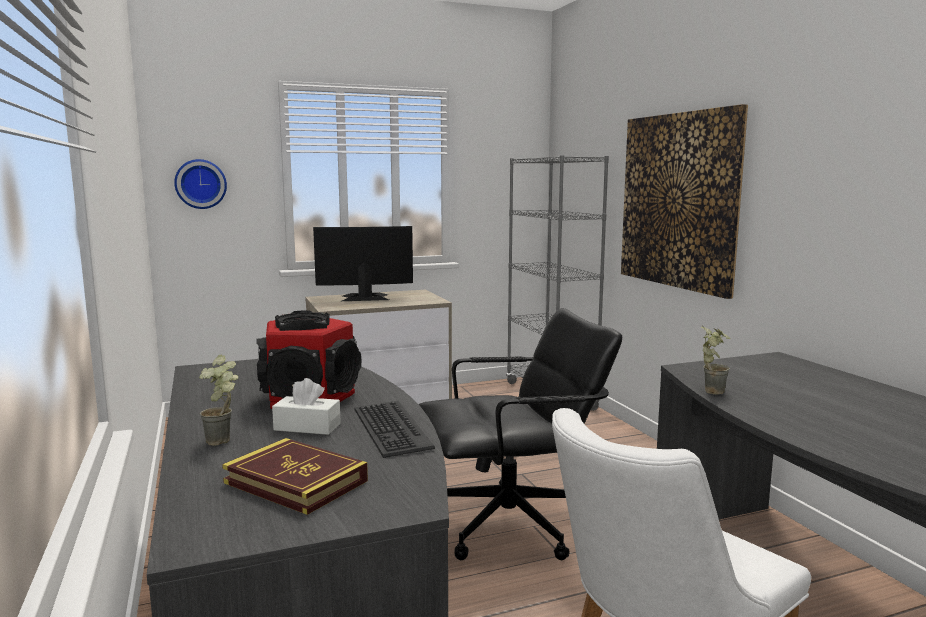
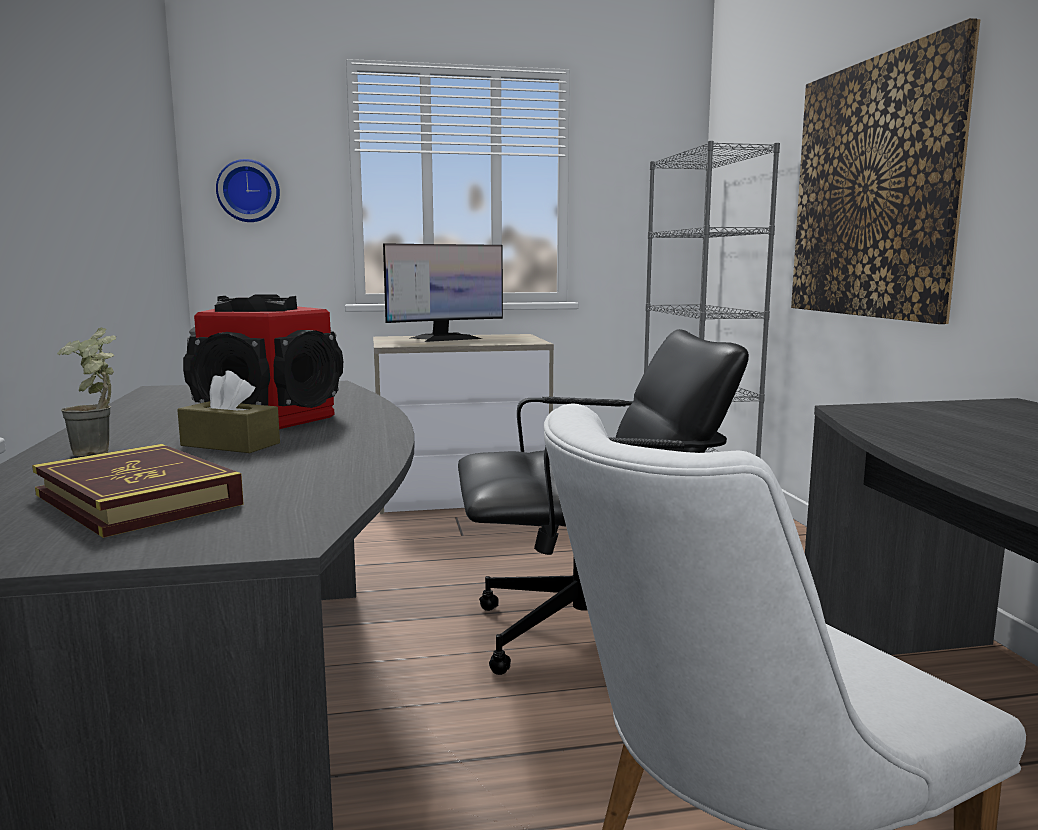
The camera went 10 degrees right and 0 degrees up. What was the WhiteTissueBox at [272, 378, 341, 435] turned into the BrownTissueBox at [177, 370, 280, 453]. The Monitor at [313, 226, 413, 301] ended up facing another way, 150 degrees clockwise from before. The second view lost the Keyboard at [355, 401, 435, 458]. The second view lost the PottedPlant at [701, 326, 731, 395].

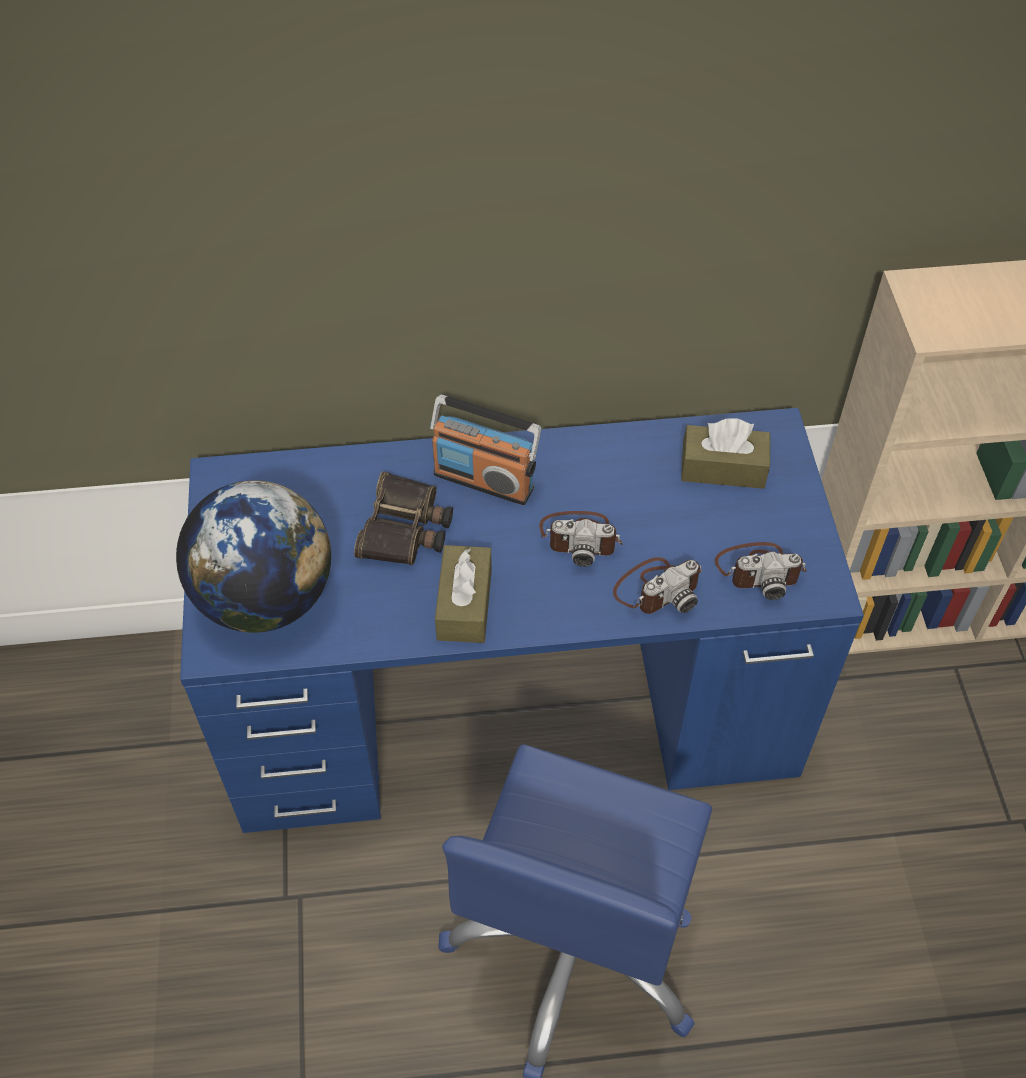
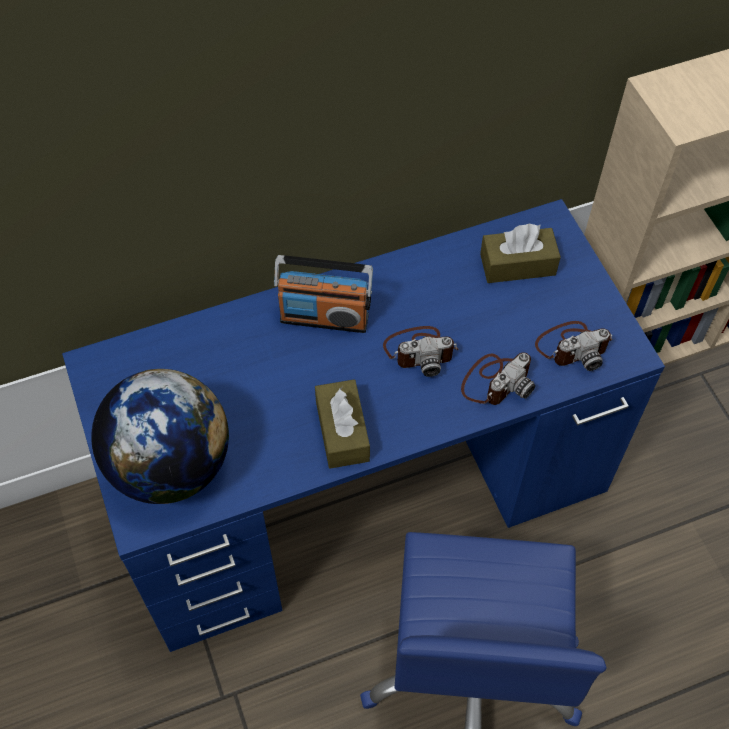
The camera went 15 degrees left and 5 degrees up. The second view lost the Binoculars at [354, 471, 453, 565].

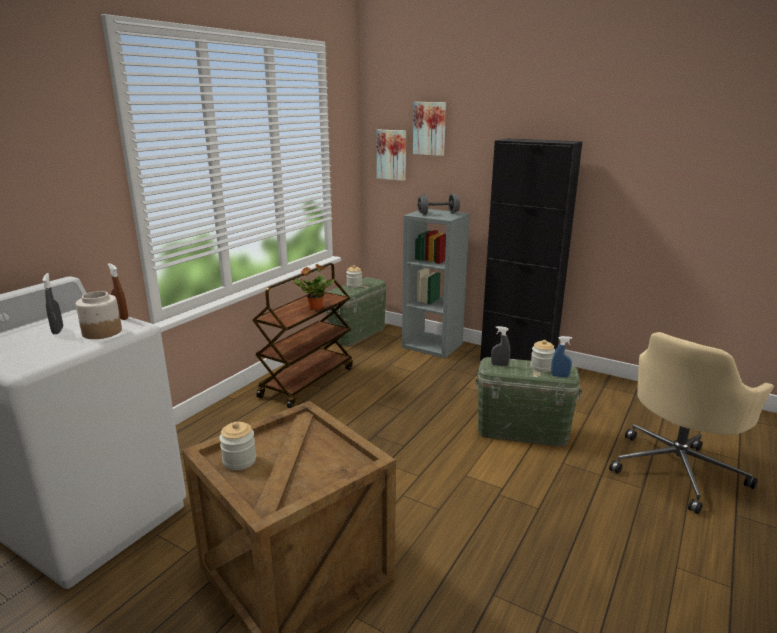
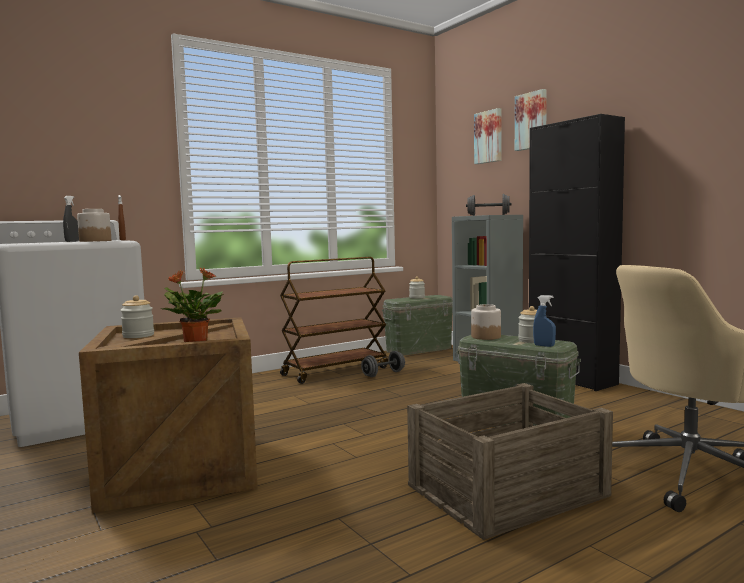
The camera went 25 degrees right and 15 degrees down. The PottedPlant ended up elsewhere, having gone from [293, 264, 335, 310] to [161, 267, 224, 342]. The Picture ended up elsewhere, having gone from [377, 130, 406, 181] to [515, 89, 547, 151]. Where the GreySprayBottle stood at [491, 326, 510, 366], the Jar came to stand at [471, 304, 501, 340]. The second view gained the GreyDumbbell at [361, 351, 405, 377]. The second view gained the Crate at [407, 383, 613, 540].

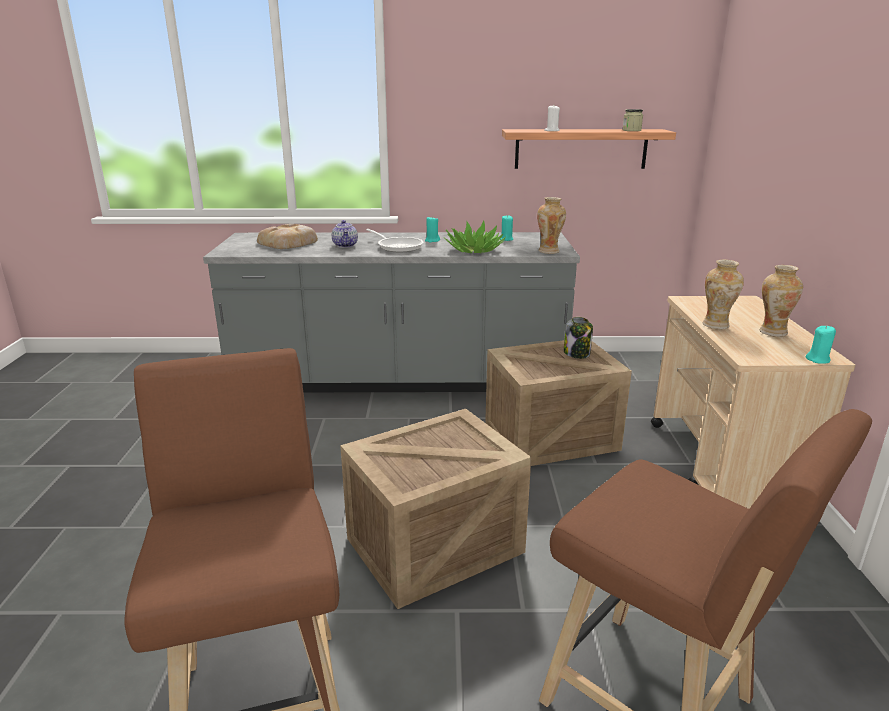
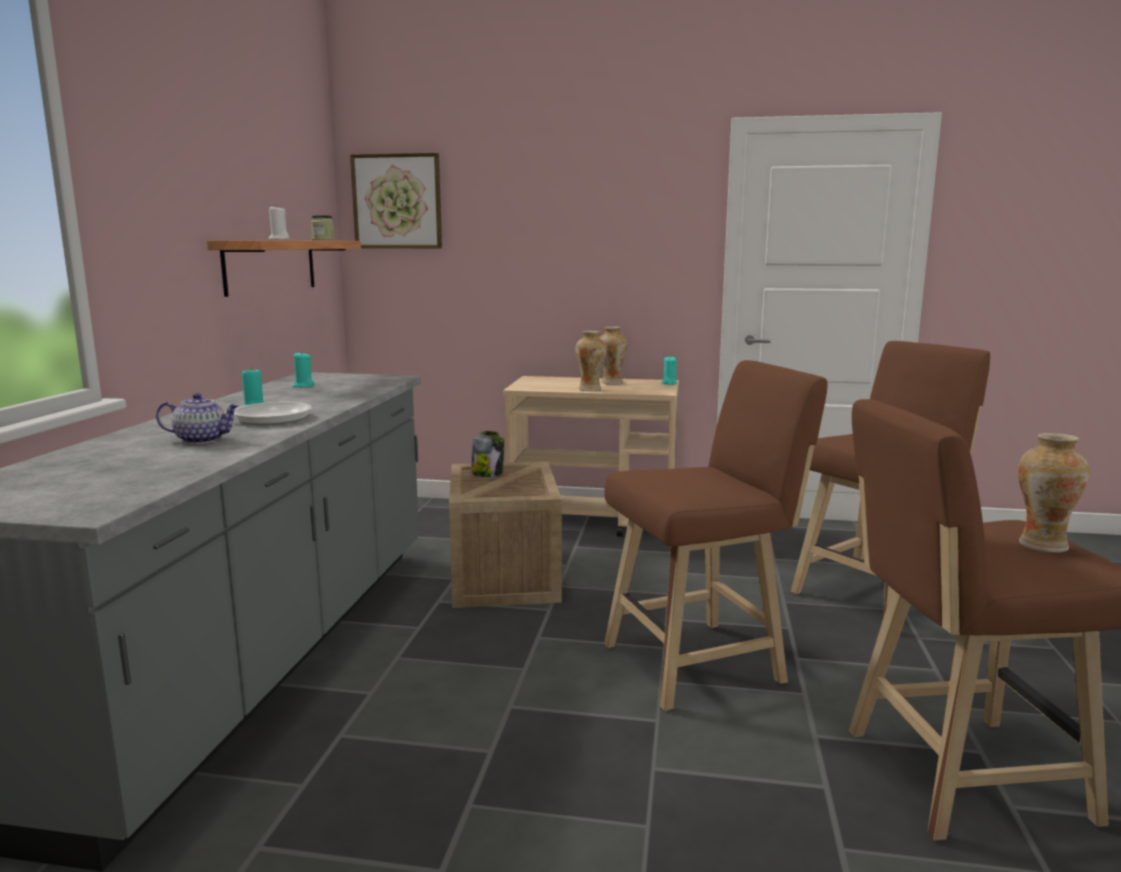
The camera went 80 degrees left and 10 degrees down. The second view lost the Bread at [257, 224, 318, 249]. Where the Crate stood at [340, 409, 531, 609], the BrownStool came to stand at [604, 360, 827, 711]. The second view lost the PottedPlant at [444, 220, 506, 253]. The Vase ended up elsewhere, having gone from [537, 197, 566, 254] to [1018, 433, 1090, 553]. The second view gained the Picture at [350, 153, 442, 248].

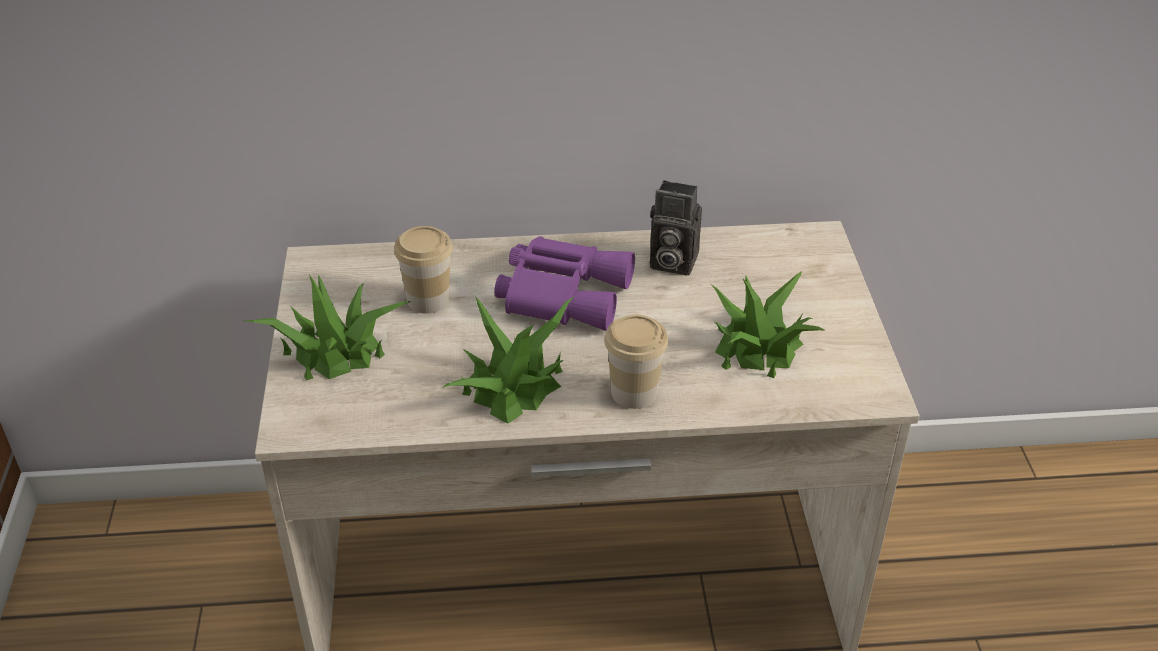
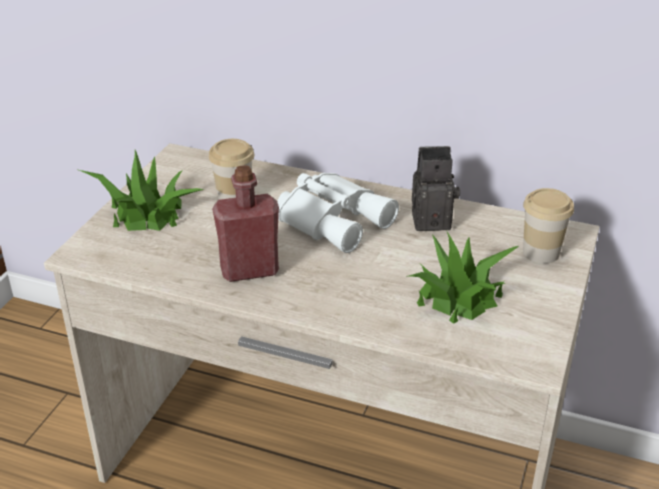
The camera went 25 degrees right and 5 degrees down. Where the PottedPlant stood at [442, 296, 574, 424], the RedBottle came to stand at [212, 165, 279, 282]. What was the PurpleBinoculars at [494, 236, 635, 331] turned into the WhiteBinoculars at [277, 173, 399, 253]. The Cup ended up elsewhere, having gone from [604, 315, 668, 409] to [523, 188, 574, 264]. The PhotoCamera at [650, 180, 702, 276] ended up facing another way, 135 degrees clockwise from before.

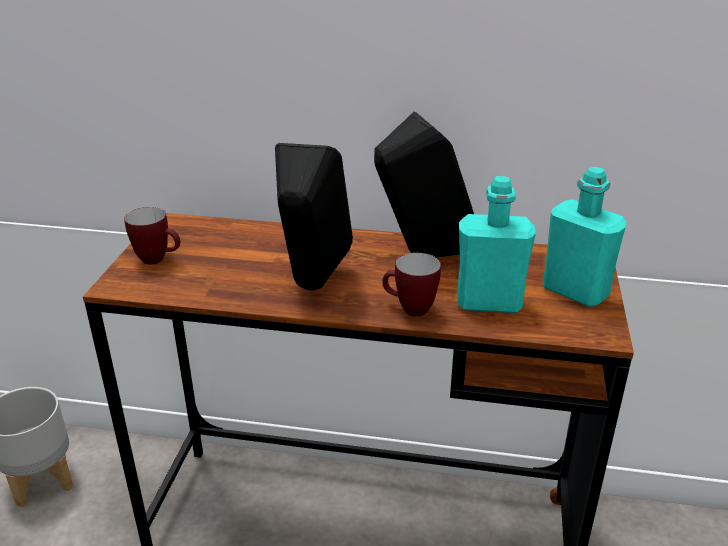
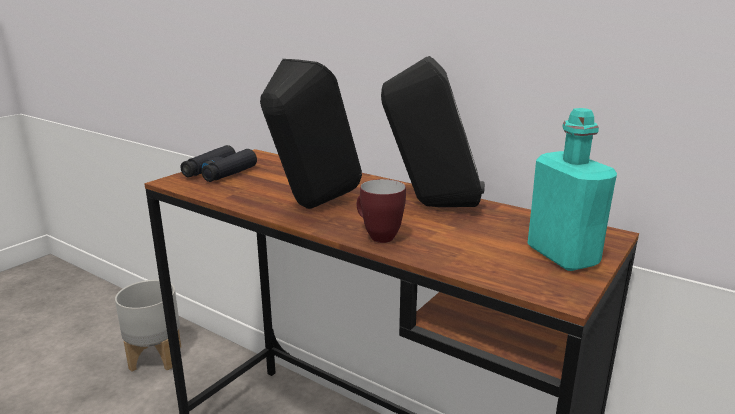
The camera went 25 degrees right and 10 degrees down. Where the Mug stood at [124, 207, 180, 265], the BlackBinoculars came to stand at [181, 145, 257, 182]. The second view lost the TurquoiseBottle at [457, 176, 536, 313].

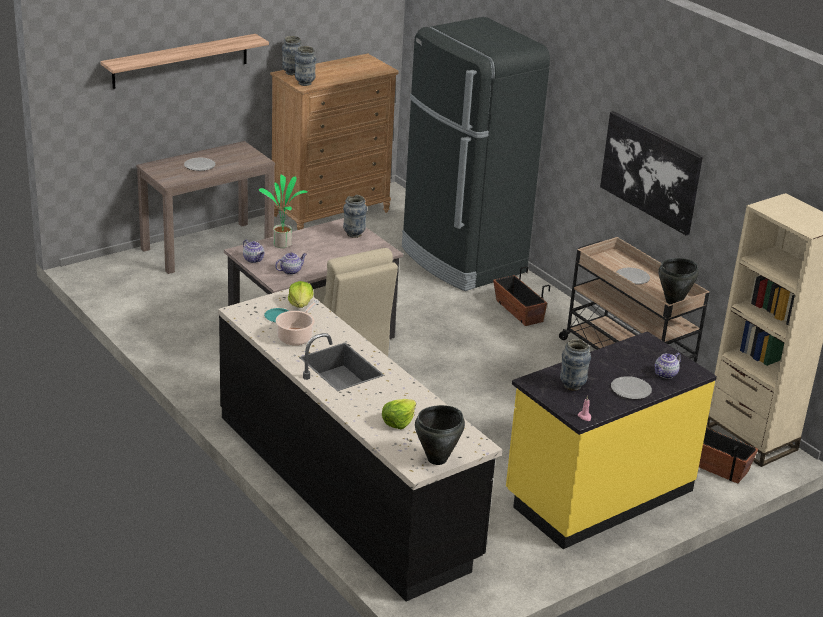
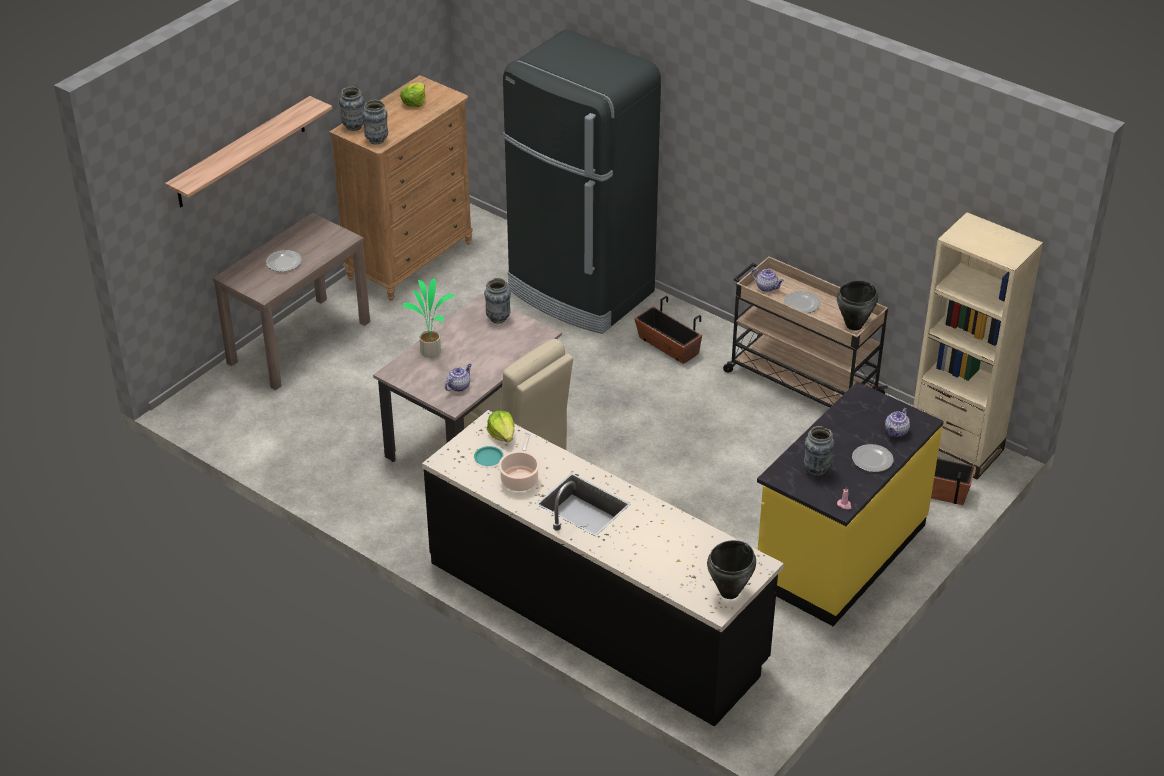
The camera went 15 degrees left and 10 degrees up. The Teapot ended up elsewhere, having gone from [243, 240, 264, 263] to [752, 269, 784, 292]. The Lettuce ended up elsewhere, having gone from [382, 399, 416, 429] to [400, 82, 426, 107]. The second view lost the Picture at [600, 111, 703, 235].

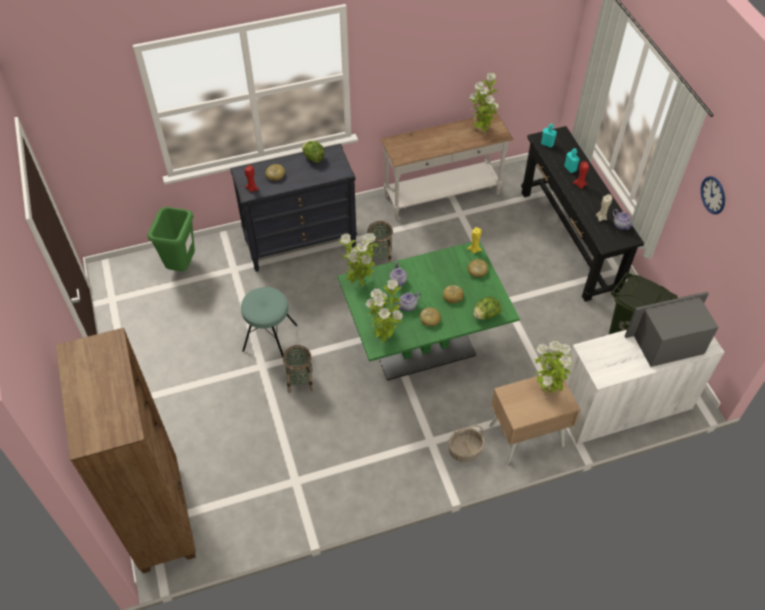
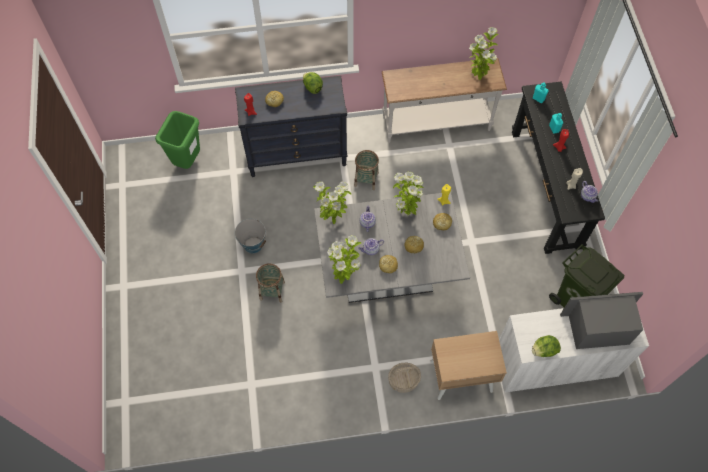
The camera went 10 degrees right and 10 degrees up. The second view lost the BrownBookcase at [56, 328, 196, 573]. Where the TurquoiseStool stood at [241, 287, 297, 358], the Bucket came to stand at [235, 219, 267, 253]. What was the GreenDiningTable at [337, 241, 520, 381] turned into the GreyDiningTable at [314, 192, 470, 303]. The Lettuce ended up elsewhere, having gone from [473, 297, 502, 319] to [532, 335, 561, 357]. The PottedPlant ended up elsewhere, having gone from [534, 341, 573, 394] to [393, 172, 423, 215]. The second view lost the WallClock at [701, 176, 725, 214].

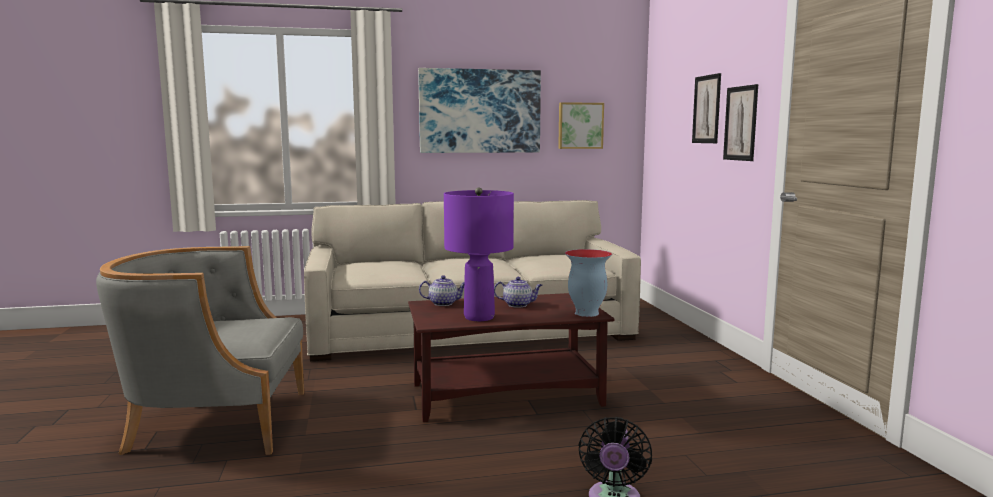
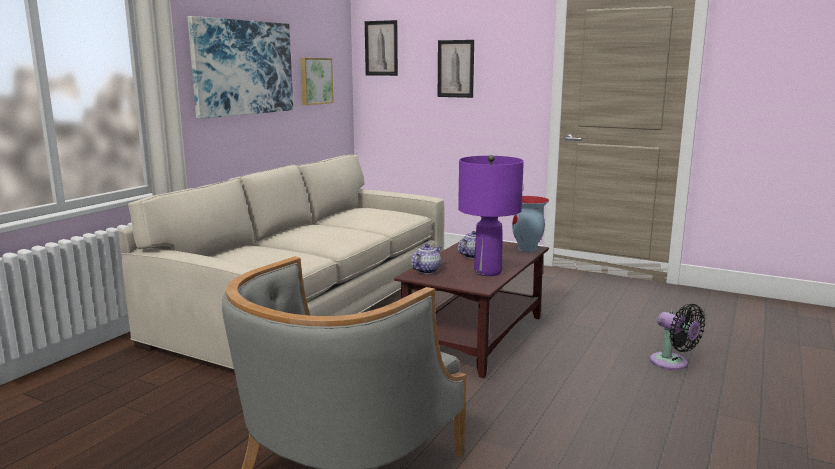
The camera went 50 degrees left and 5 degrees up. The Picture ended up elsewhere, having gone from [723, 84, 758, 161] to [365, 20, 398, 76].

